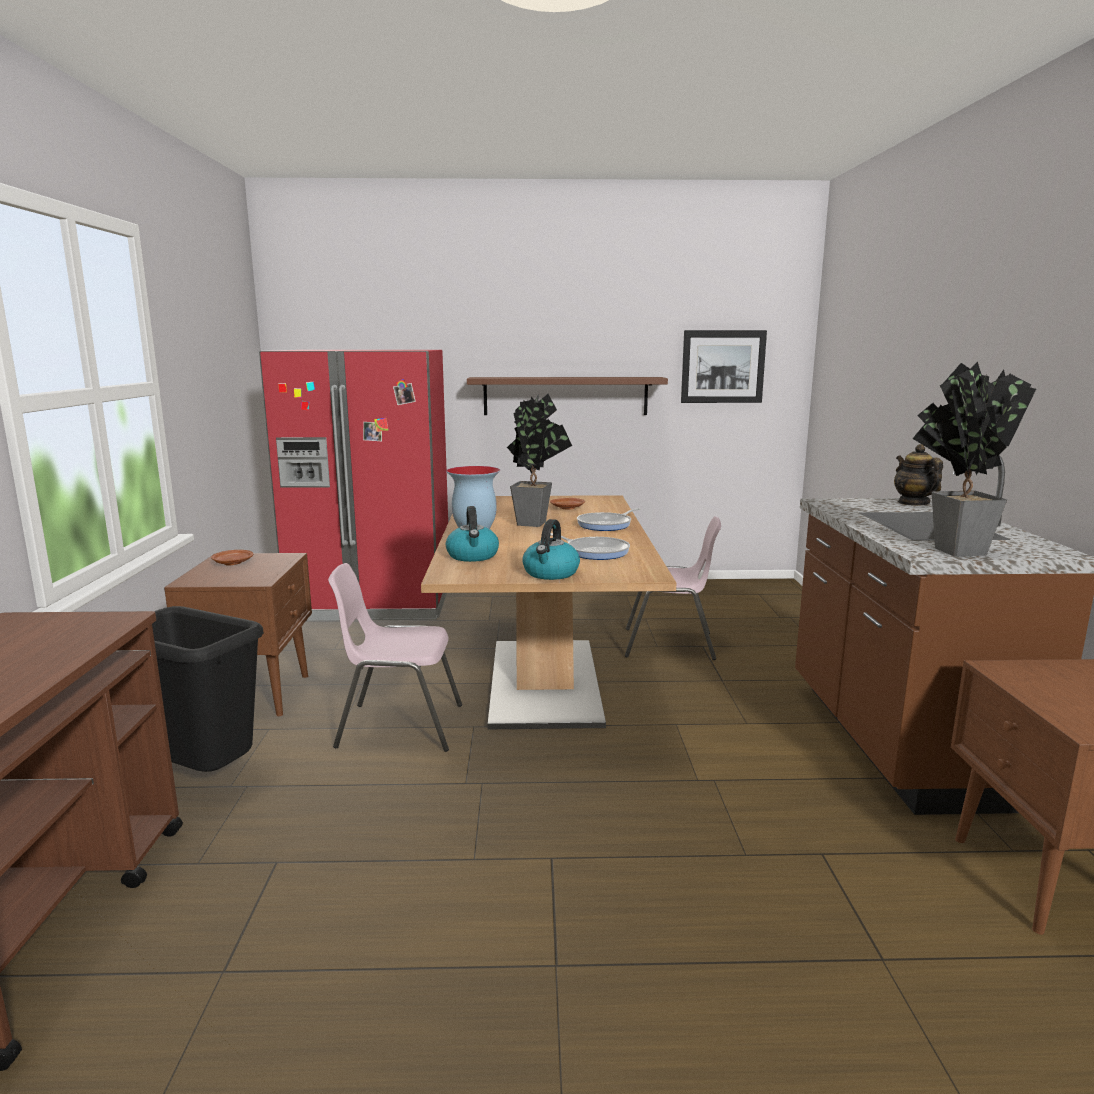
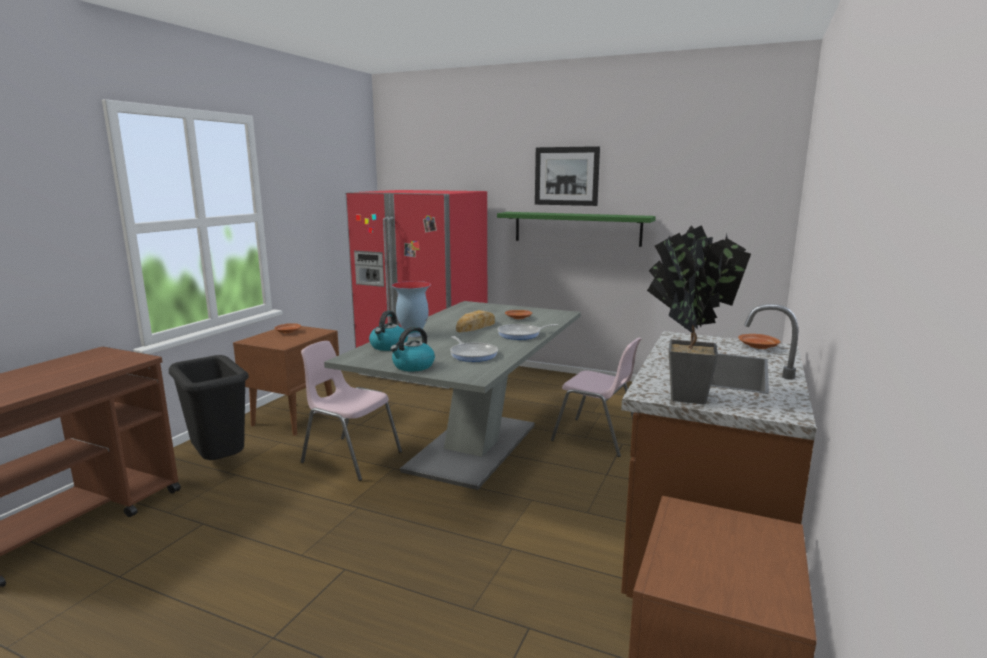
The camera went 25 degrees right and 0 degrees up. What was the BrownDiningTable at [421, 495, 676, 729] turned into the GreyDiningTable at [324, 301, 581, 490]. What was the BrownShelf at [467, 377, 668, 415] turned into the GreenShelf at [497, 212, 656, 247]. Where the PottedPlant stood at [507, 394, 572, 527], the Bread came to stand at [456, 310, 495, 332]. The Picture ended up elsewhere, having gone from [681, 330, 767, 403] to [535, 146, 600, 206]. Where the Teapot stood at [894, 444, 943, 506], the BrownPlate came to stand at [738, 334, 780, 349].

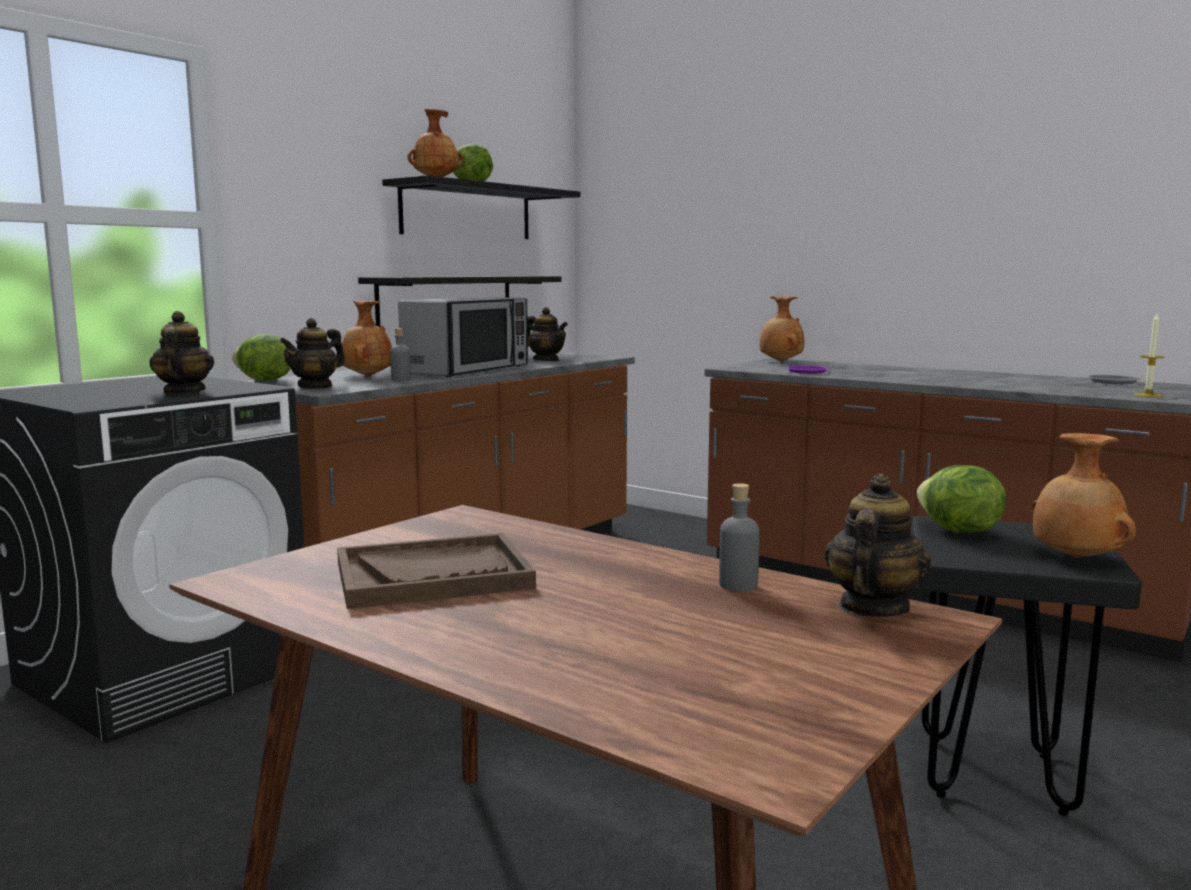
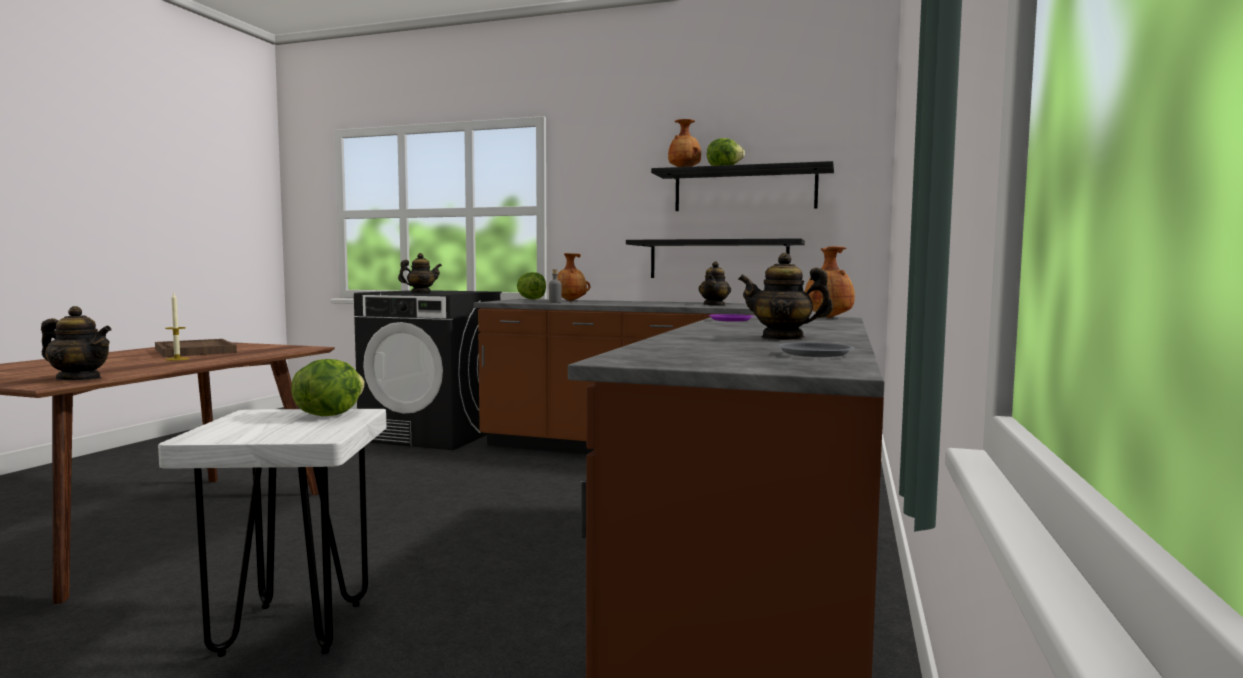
The camera went 70 degrees right and 5 degrees down. The Teapot ended up elsewhere, having gone from [280, 318, 345, 389] to [738, 253, 833, 340]. The second view lost the Microwave at [398, 297, 528, 377]. The second view lost the GreyBottle at [719, 483, 759, 591]. What was the BlackStool at [911, 516, 1142, 816] turned into the WhiteStool at [158, 409, 387, 657]. The second view lost the BrownVase at [1030, 433, 1136, 558]. The Candle ended up elsewhere, having gone from [1134, 314, 1165, 397] to [165, 293, 189, 361].

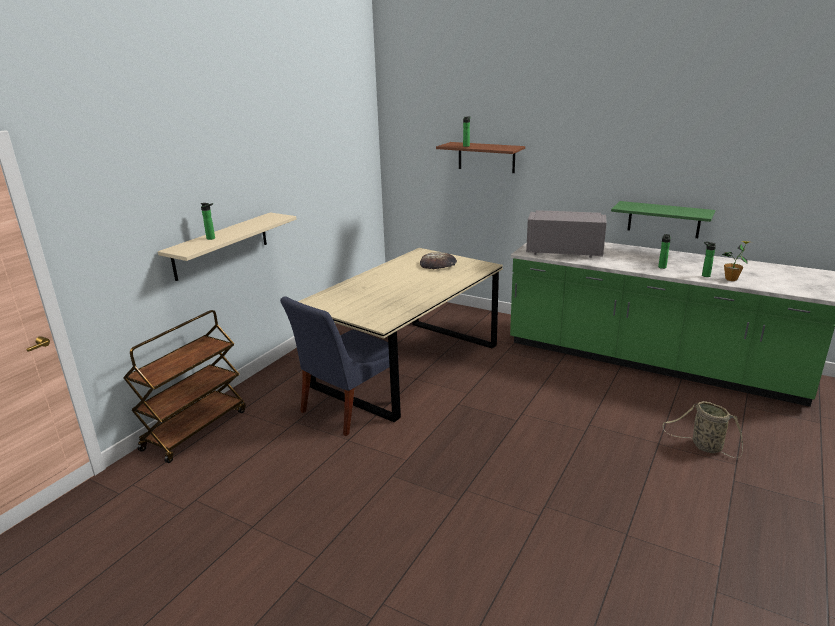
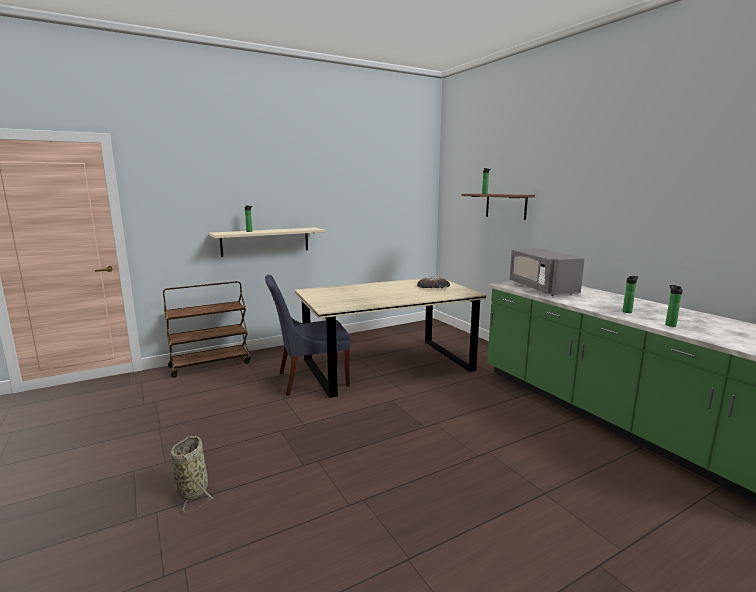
The camera went 30 degrees right and 10 degrees down. The GreyMicrowave at [526, 210, 607, 258] ended up facing another way, 150 degrees counterclockwise from before. The second view lost the GreenShelf at [611, 201, 715, 238]. The Basket ended up elsewhere, having gone from [663, 401, 743, 458] to [170, 436, 213, 513]. The second view lost the PottedPlant at [722, 241, 749, 281].

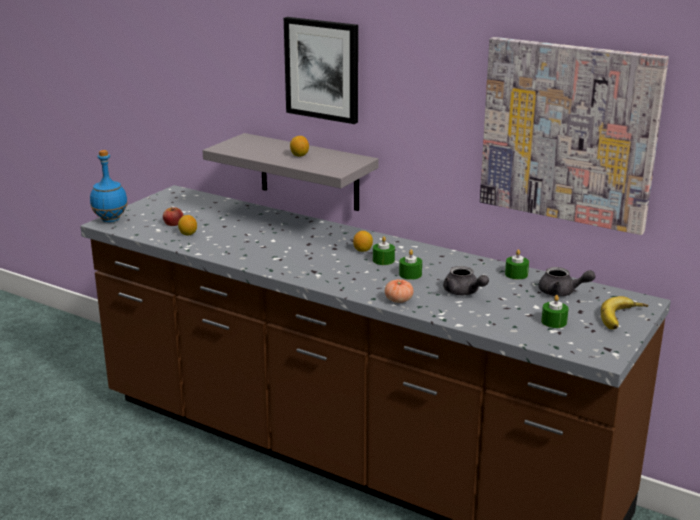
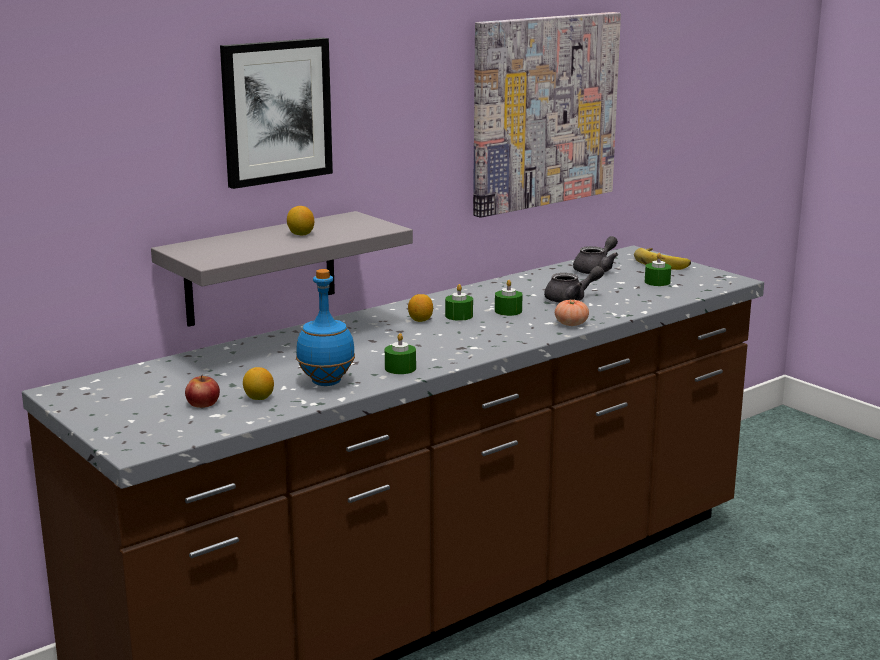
The camera went 70 degrees left and 5 degrees down. The BlueBottle ended up elsewhere, having gone from [90, 150, 128, 222] to [296, 269, 355, 386]. The GreenCandle ended up elsewhere, having gone from [505, 249, 529, 279] to [385, 333, 416, 374].

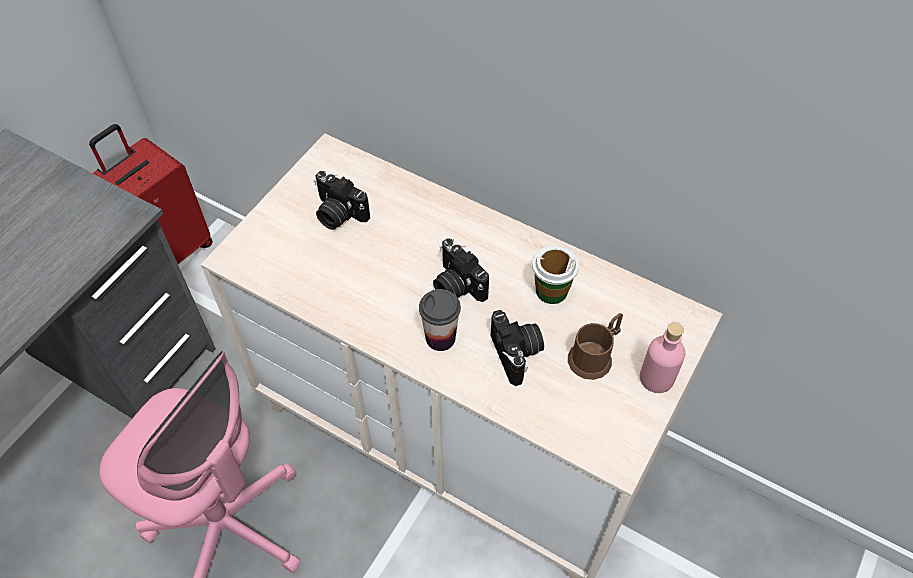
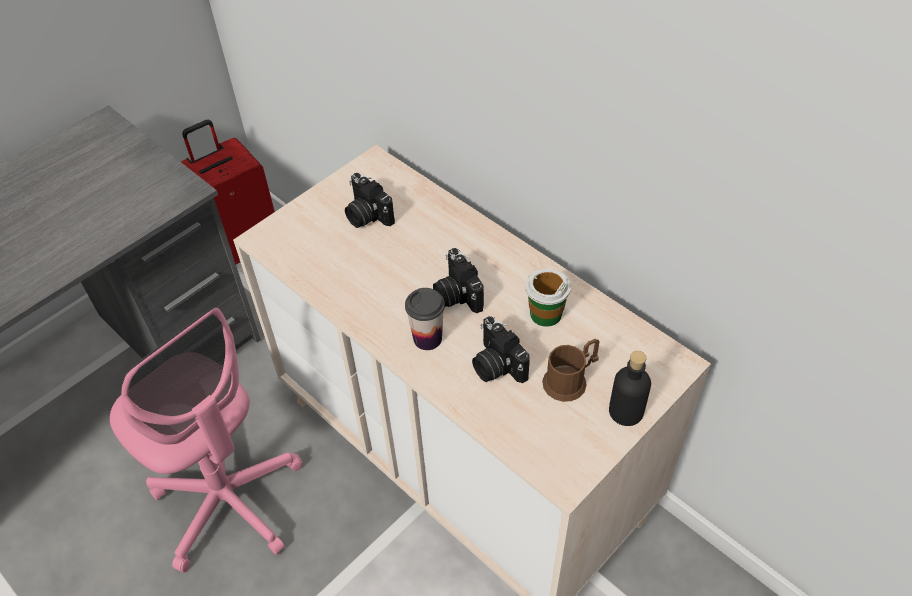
The camera went 15 degrees right and 5 degrees down. The PhotoCamera at [490, 310, 544, 386] ended up facing another way, 150 degrees clockwise from before. What was the PinkBottle at [640, 322, 685, 393] turned into the BlackBottle at [609, 351, 651, 426].

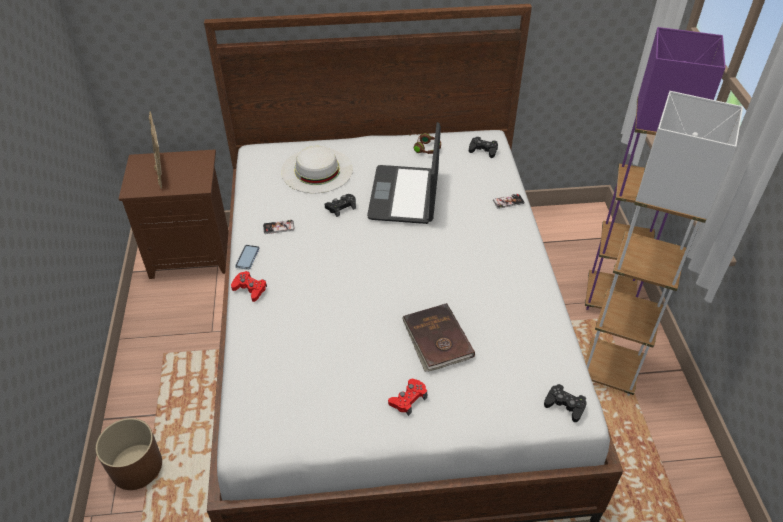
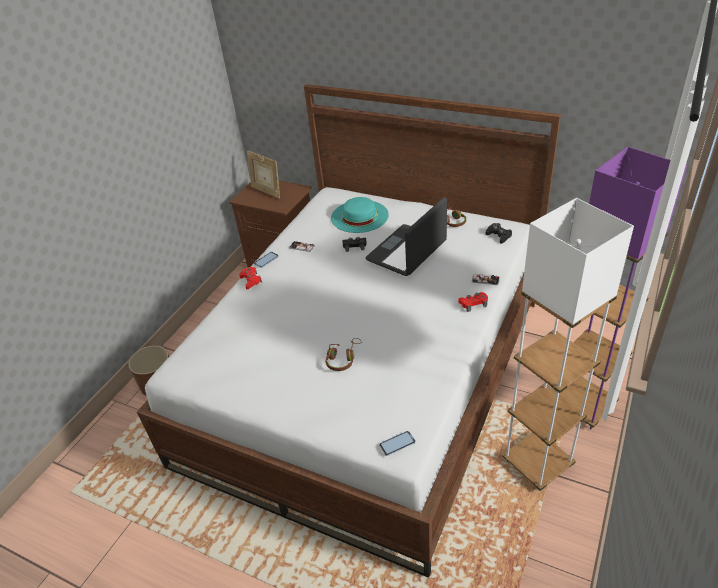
The camera went 35 degrees right and 5 degrees down. The PictureFrame at [149, 112, 162, 189] ended up facing another way, 60 degrees counterclockwise from before. What was the WhiteHat at [281, 146, 353, 193] turned into the TurquoiseHat at [331, 197, 389, 233]. The RedGameController ended up elsewhere, having gone from [388, 379, 427, 416] to [458, 292, 488, 312]. Where the BrownBook stood at [402, 303, 475, 372], the BrownHeadphones came to stand at [325, 338, 361, 371]. Where the BlackGameController stood at [544, 384, 587, 422], the Phone came to stand at [379, 431, 416, 456].

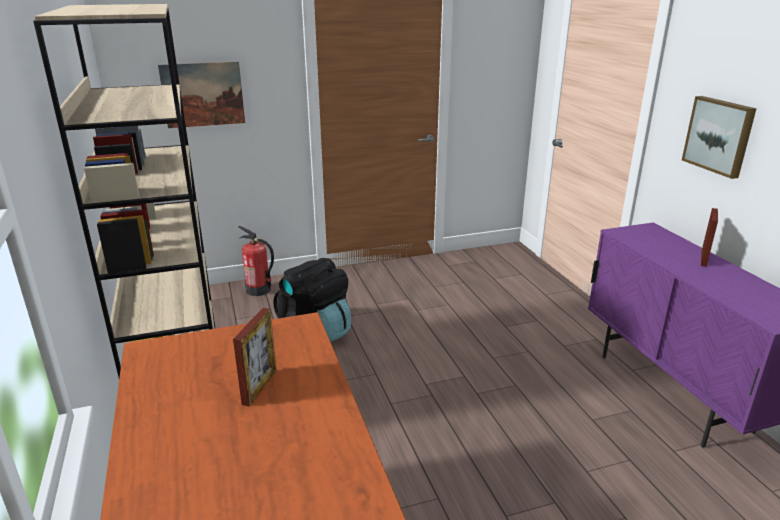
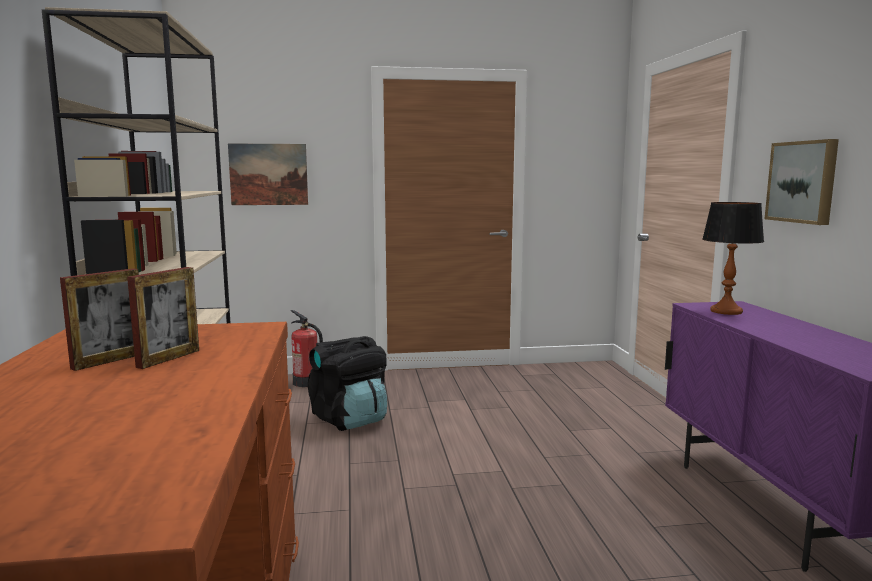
The camera went 10 degrees right and 15 degrees down. The PictureFrame ended up elsewhere, having gone from [701, 208, 718, 267] to [60, 268, 139, 371]. The second view gained the TableLamp at [702, 202, 764, 315].

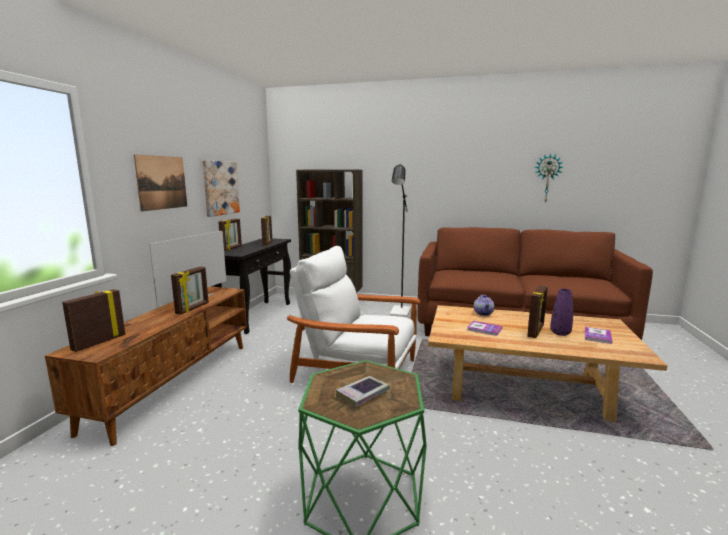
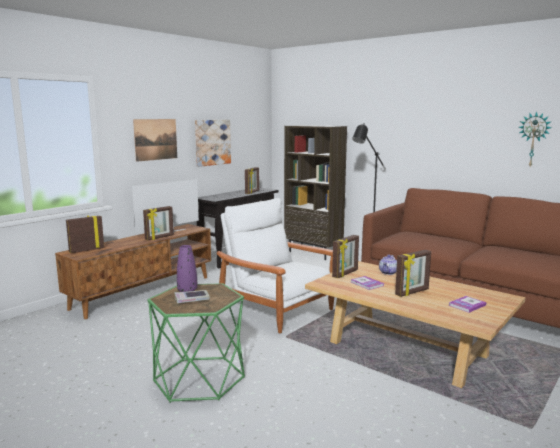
The camera went 25 degrees right and 0 degrees up. The PictureFrame ended up elsewhere, having gone from [218, 219, 242, 251] to [332, 235, 359, 278]. The PurpleVase ended up elsewhere, having gone from [550, 289, 573, 336] to [177, 245, 197, 292].

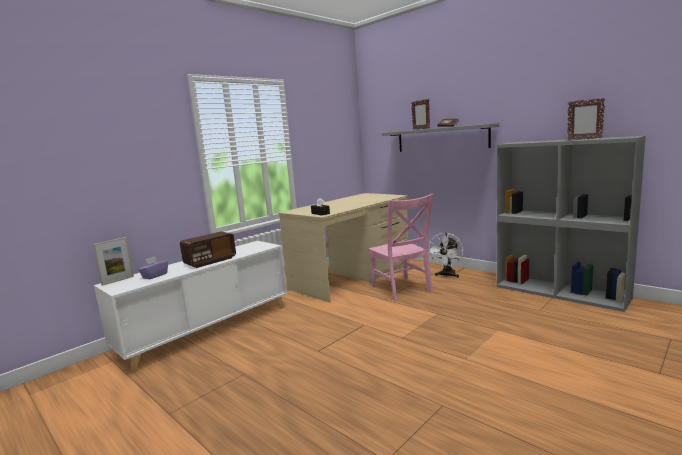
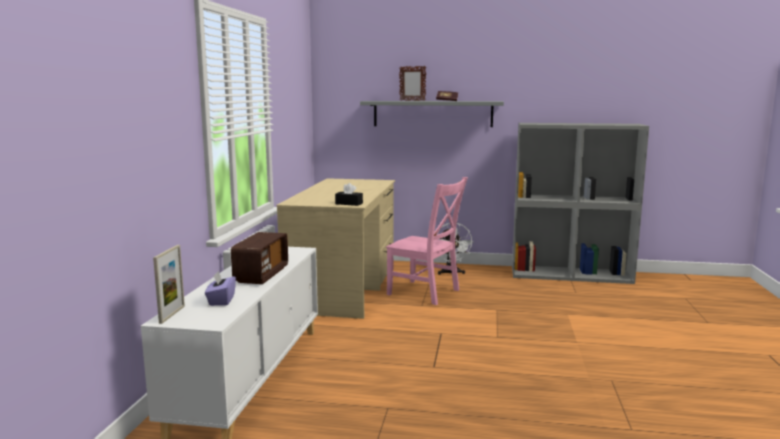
The camera went 35 degrees left and 0 degrees up. The second view lost the PictureFrame at [567, 98, 605, 140].

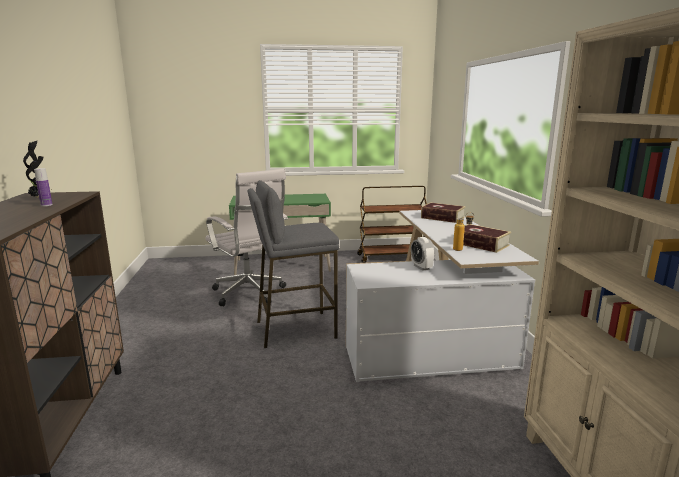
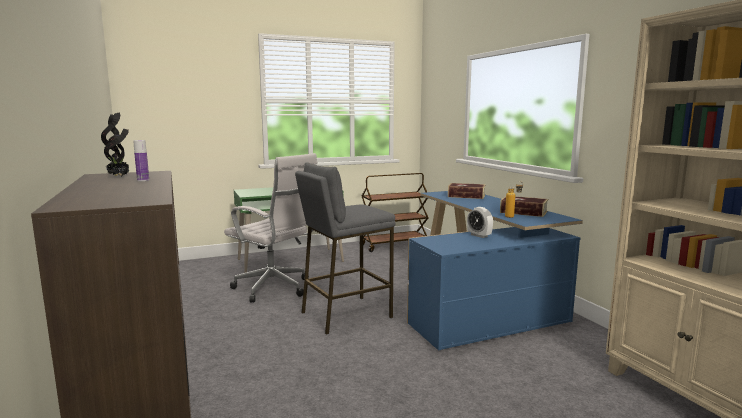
The camera went 15 degrees left and 5 degrees down. What was the WhiteDesk at [346, 210, 539, 382] turned into the BlueDesk at [407, 191, 583, 351].

